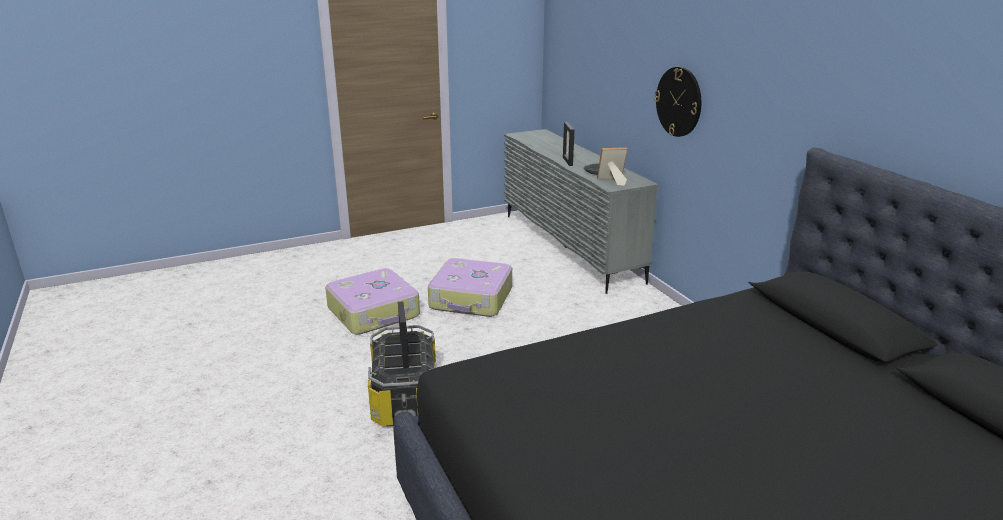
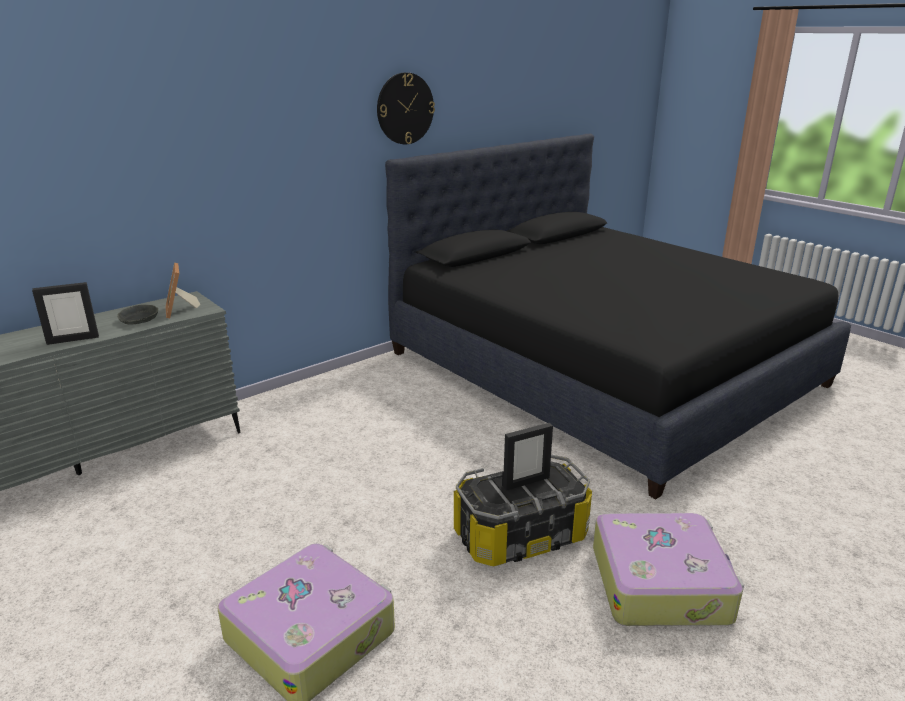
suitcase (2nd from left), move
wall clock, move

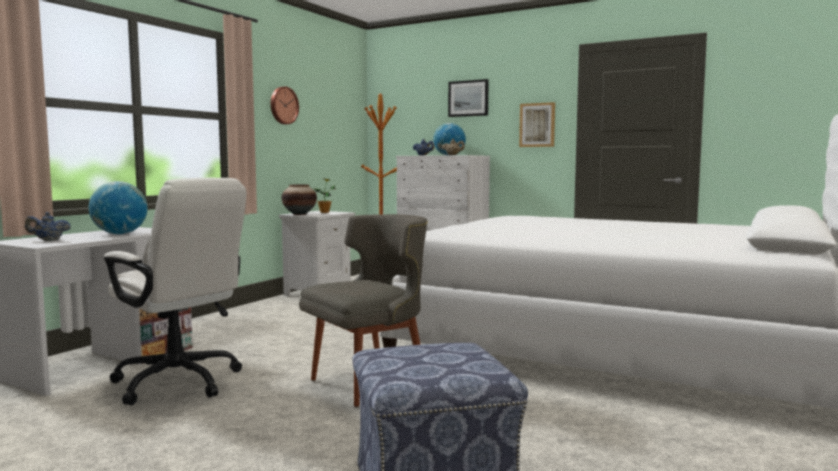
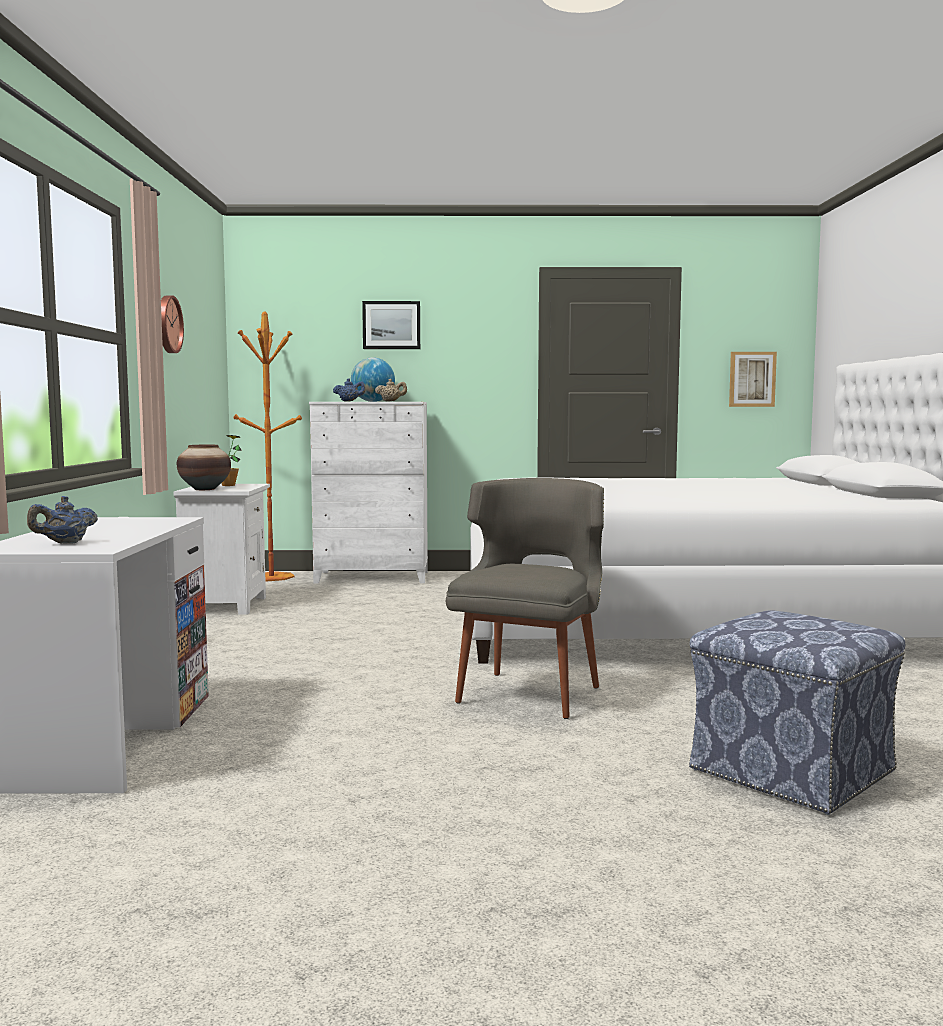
globe (1st from left) => nothing
white office chair => nothing
picture (2nd from left), move

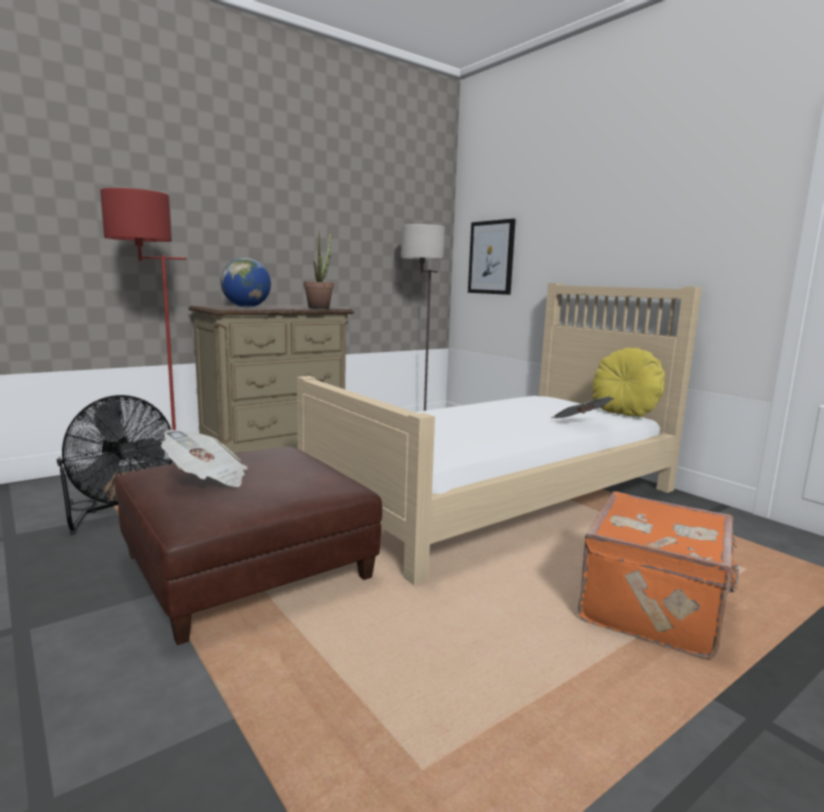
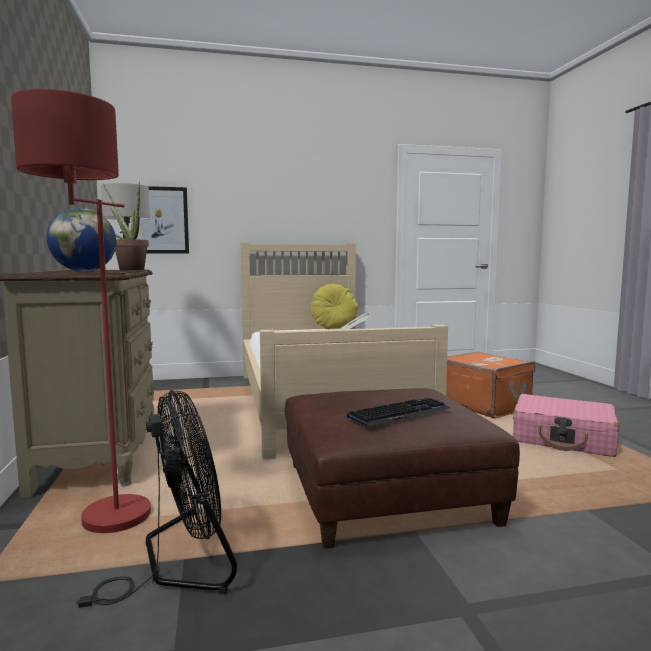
nothing => pink suitcase
newspaper (1st from left) => keyboard

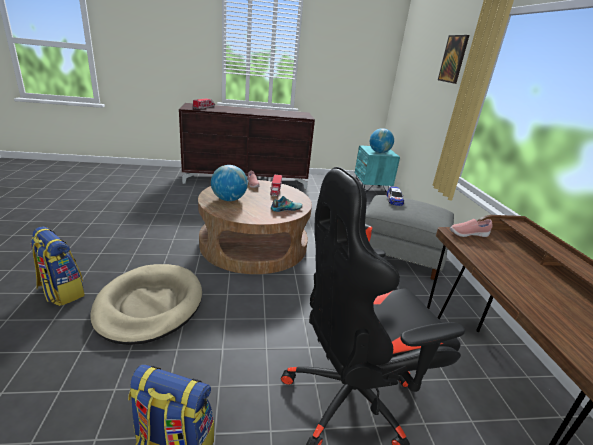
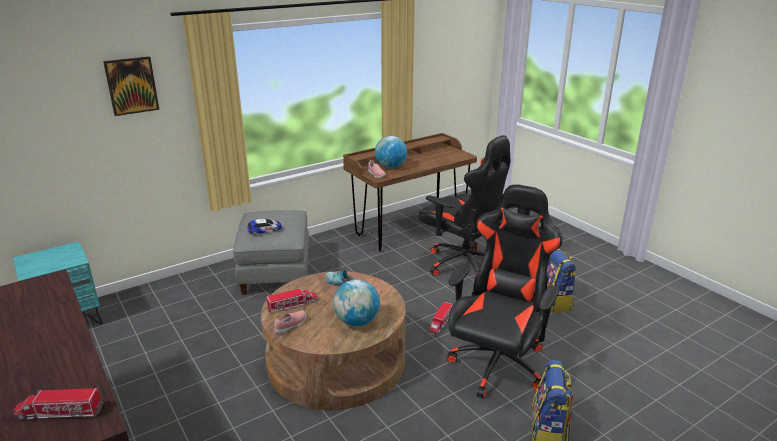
nothing => toy truck (3rd from left)
globe (2nd from left), move
beige dog bed => black office chair (2nd from left)

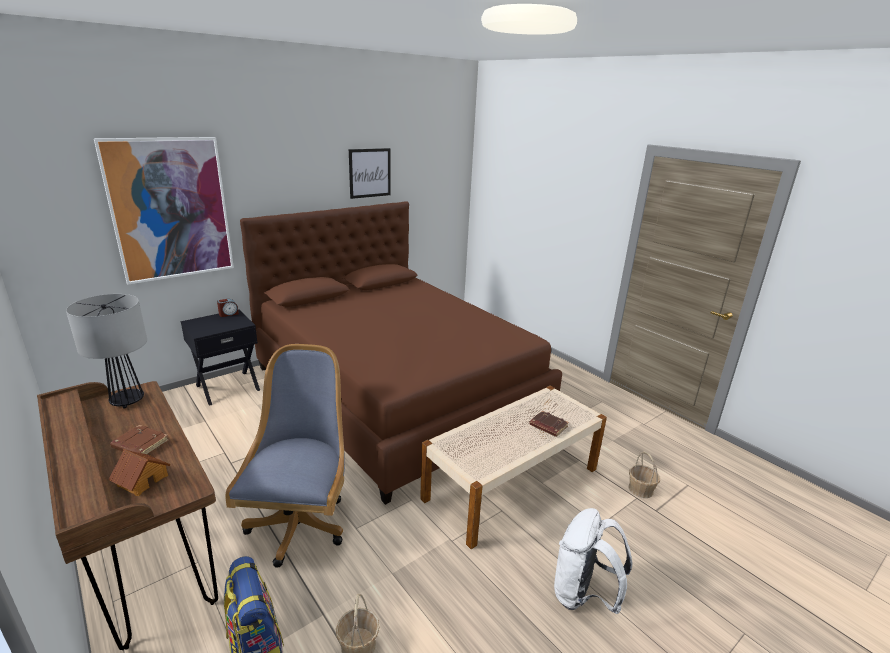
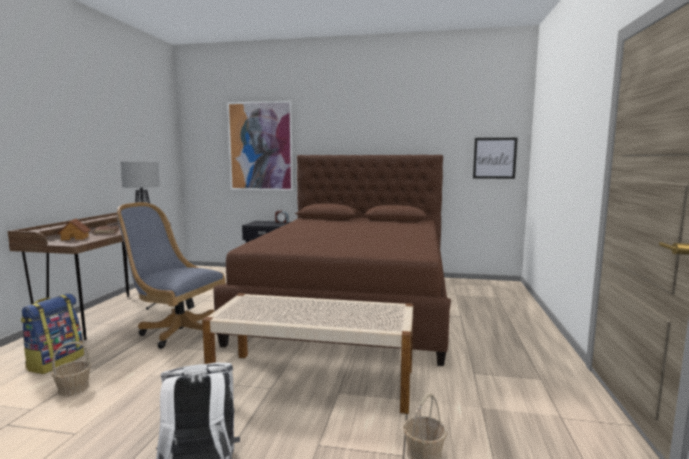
brown book (2nd from left) => nothing
picture (2nd from left), move
blue office chair, 120 degrees counterclockwise

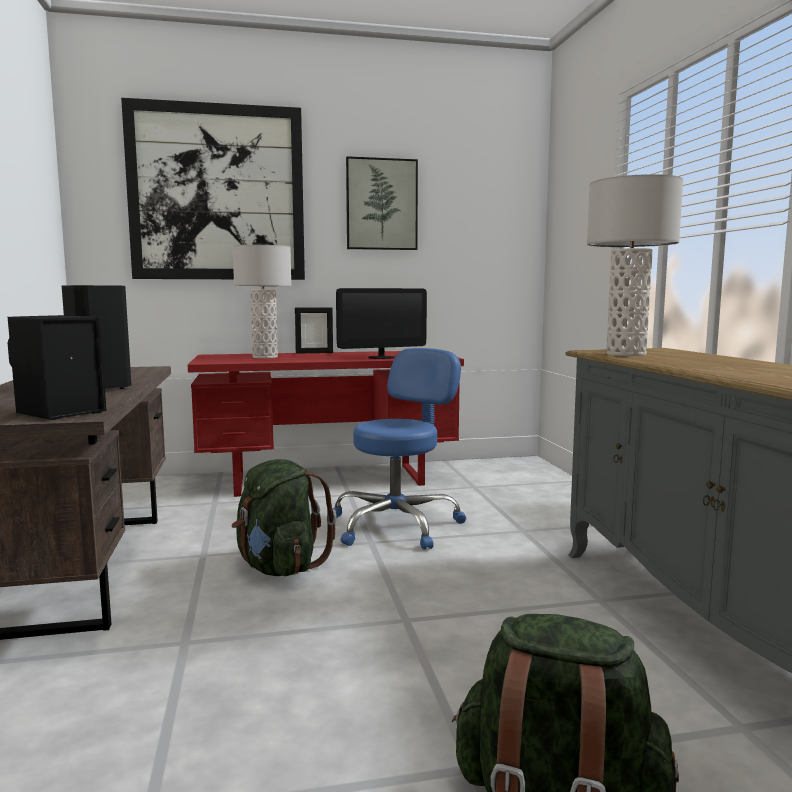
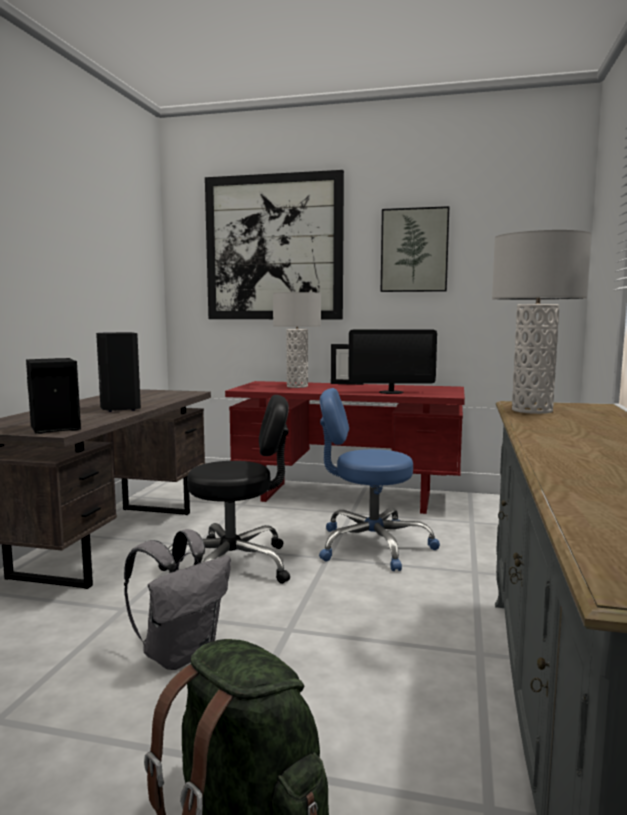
nothing => grey backpack
green backpack (1st from left) => black office chair
blue office chair, 150 degrees counterclockwise

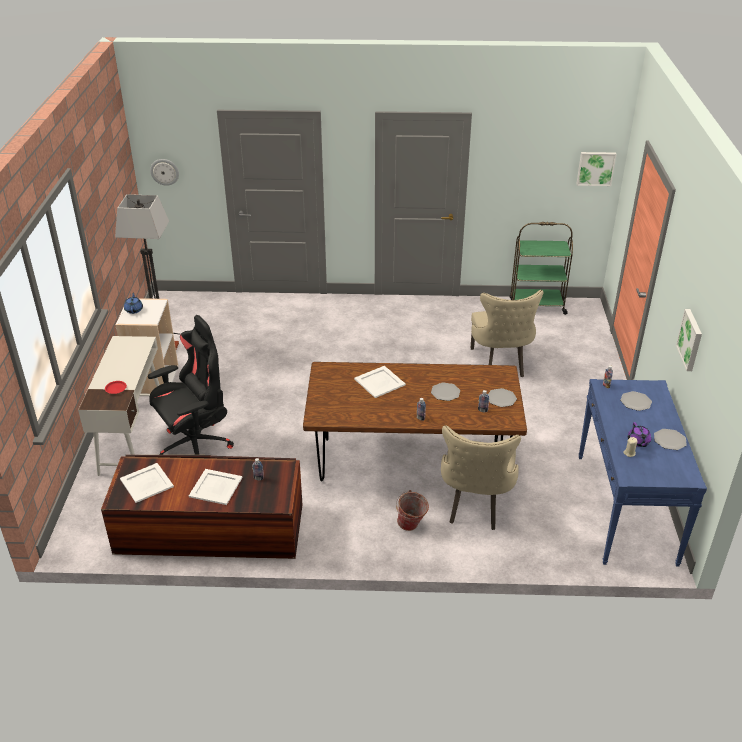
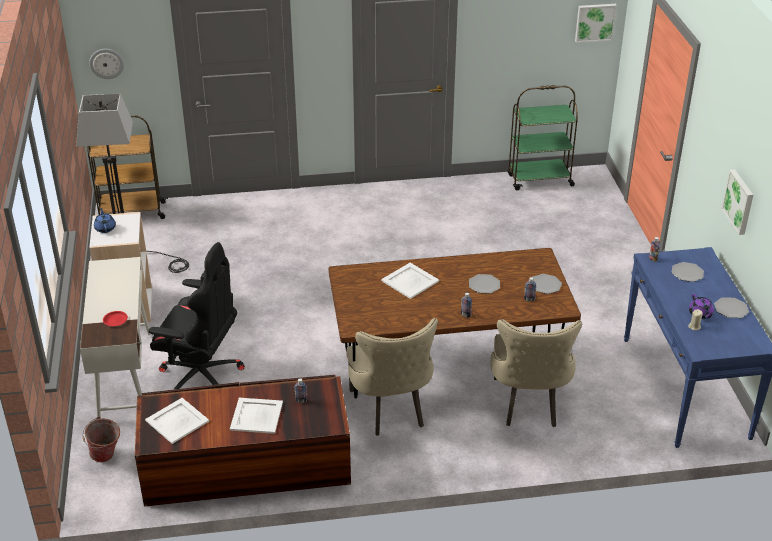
nothing => brown cart
bucket, move
beige chair (2nd from left in the first image) => beige chair (1st from left), move
black office chair, 60 degrees clockwise

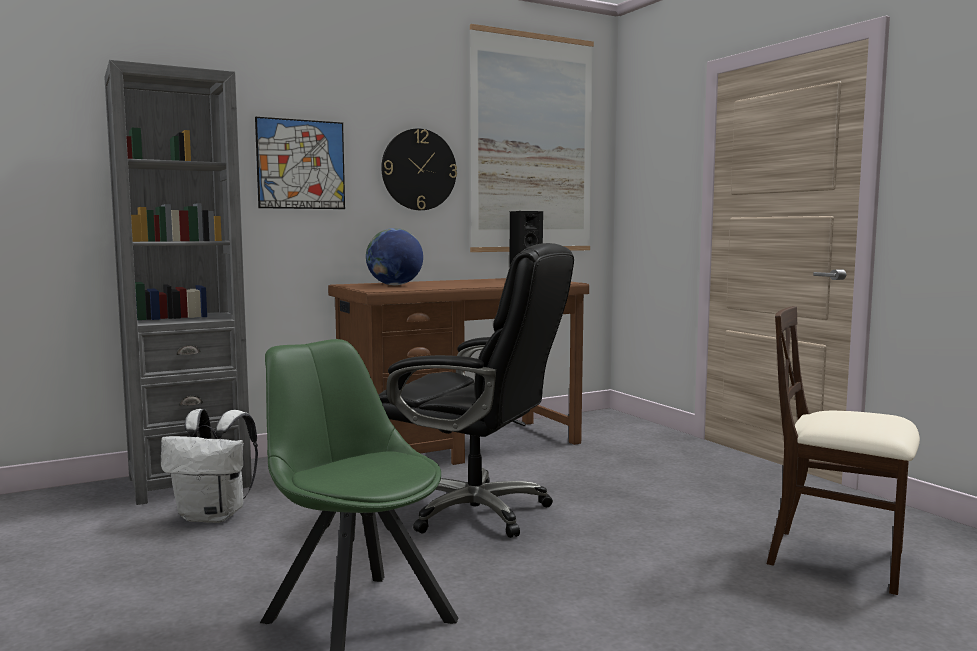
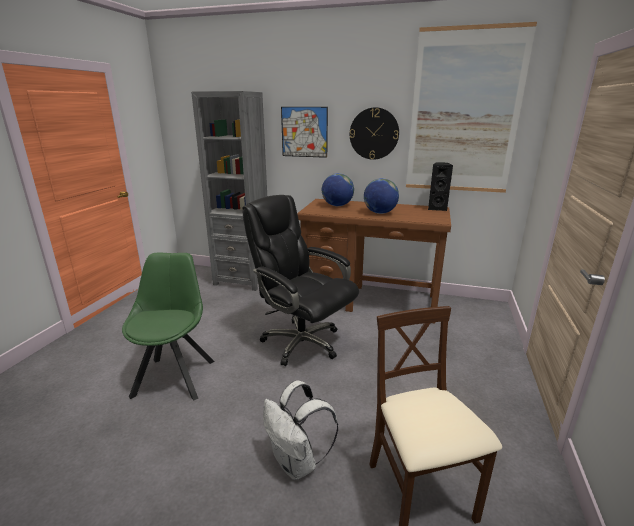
nothing => globe (2nd from left)
white backpack, move
black office chair, 150 degrees clockwise

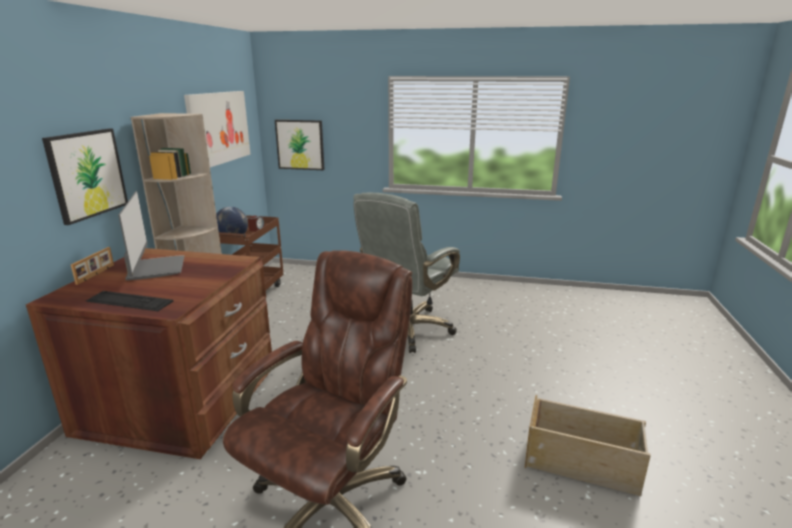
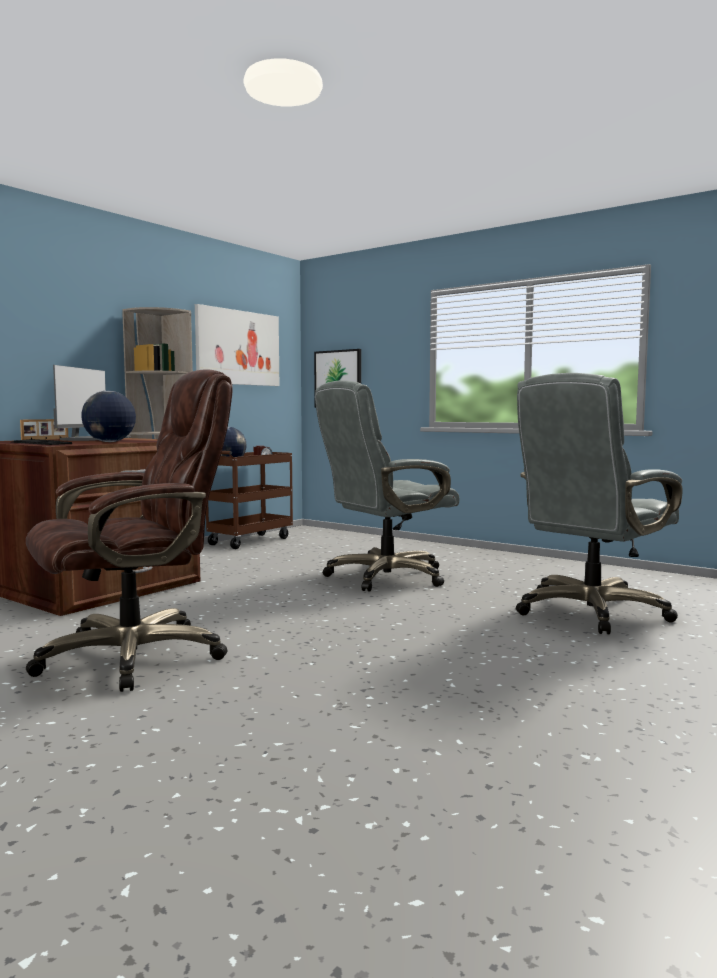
picture (1st from left) => nothing
beige storage box => nothing
nothing => globe (1st from left)
nothing => grey office chair (2nd from left)

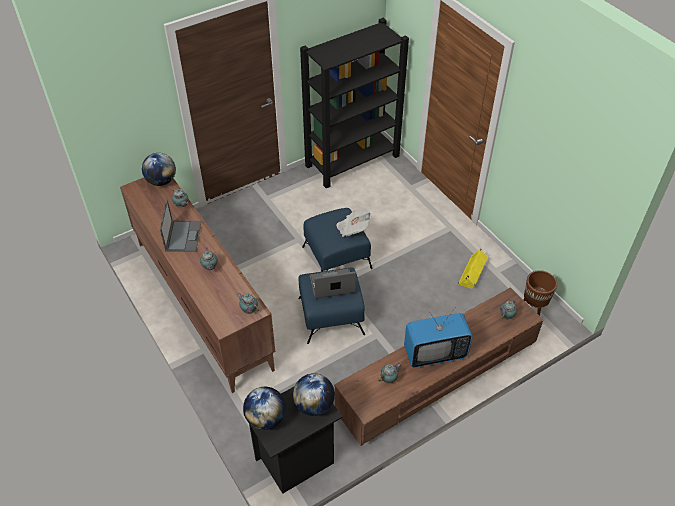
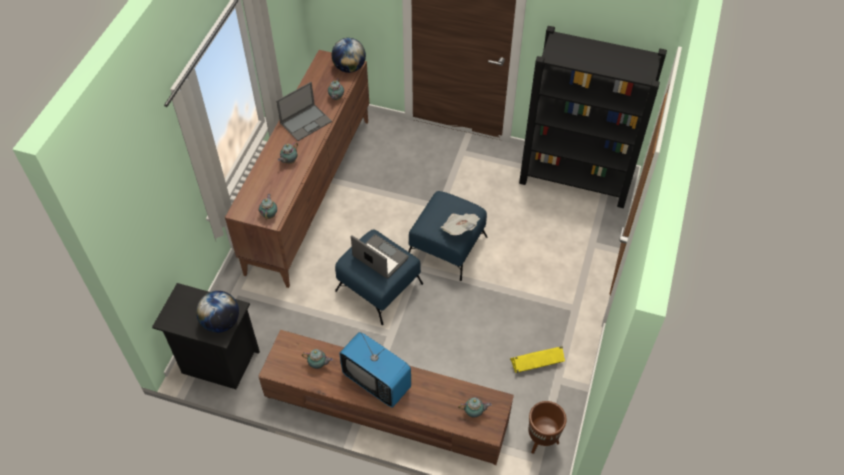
globe (2nd from left) => nothing

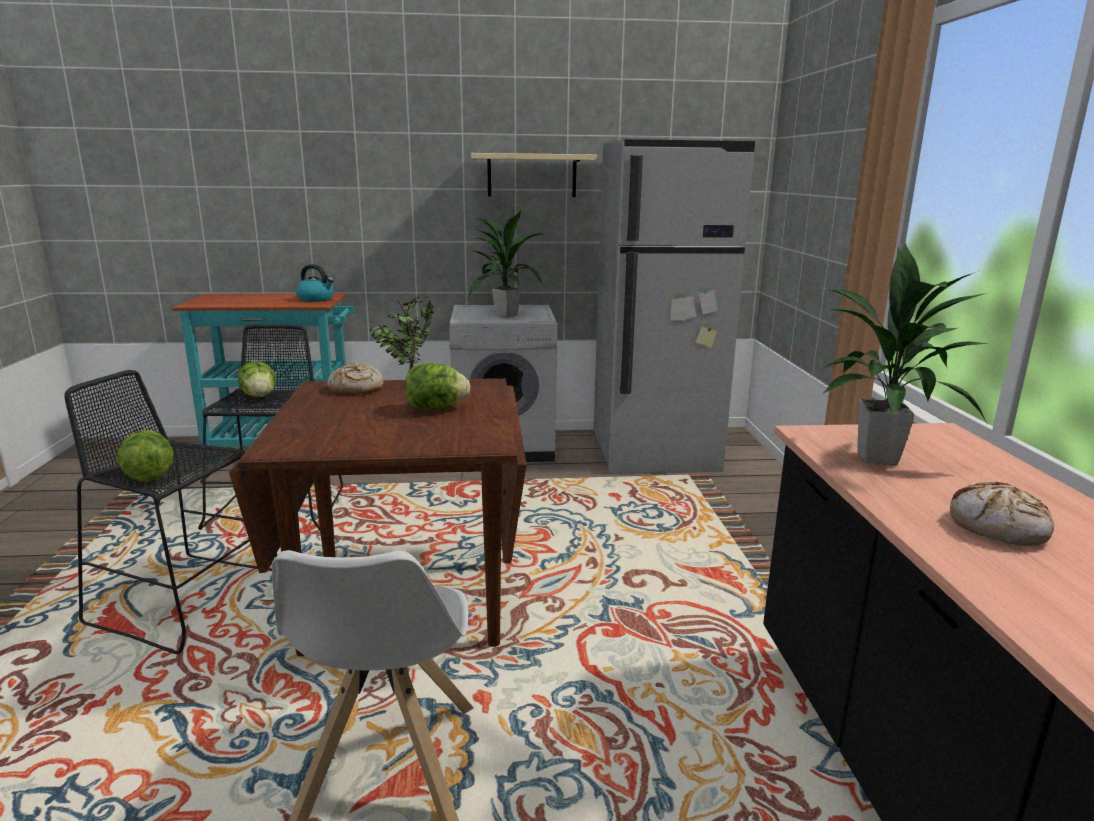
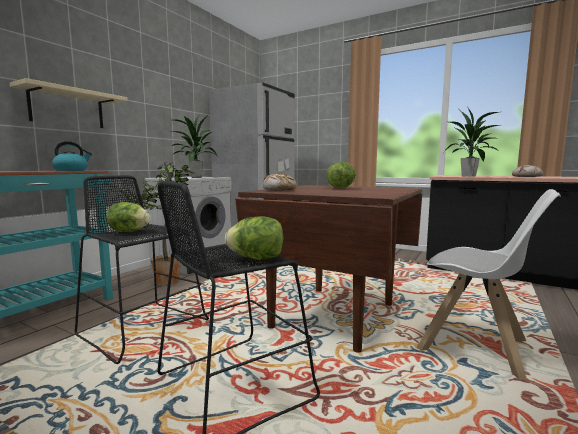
beige shelf, move

